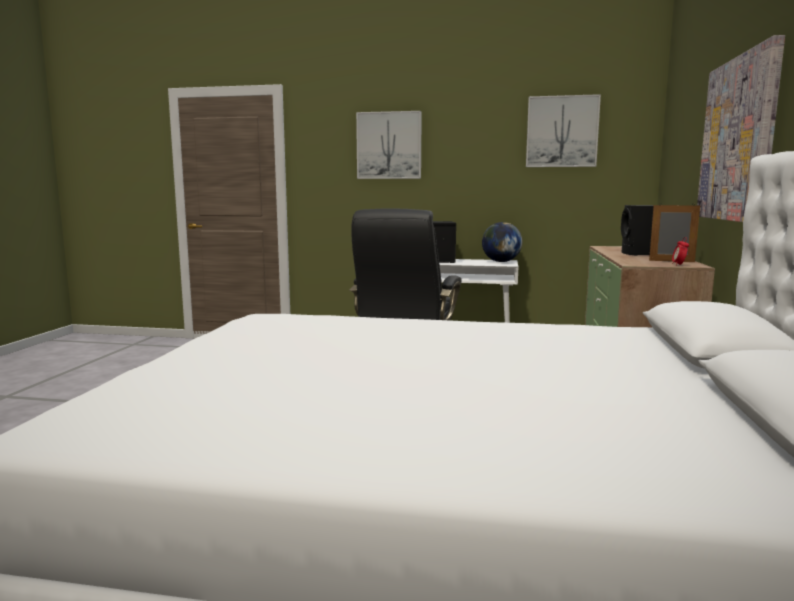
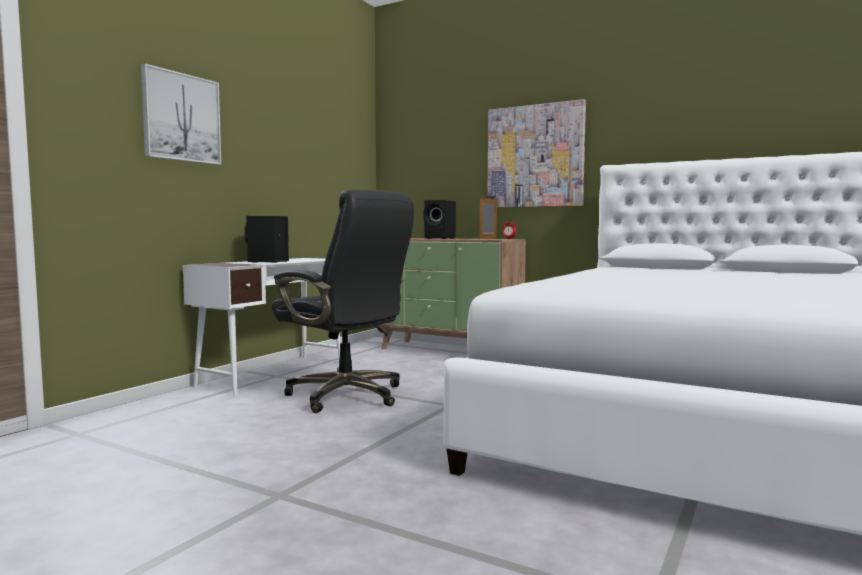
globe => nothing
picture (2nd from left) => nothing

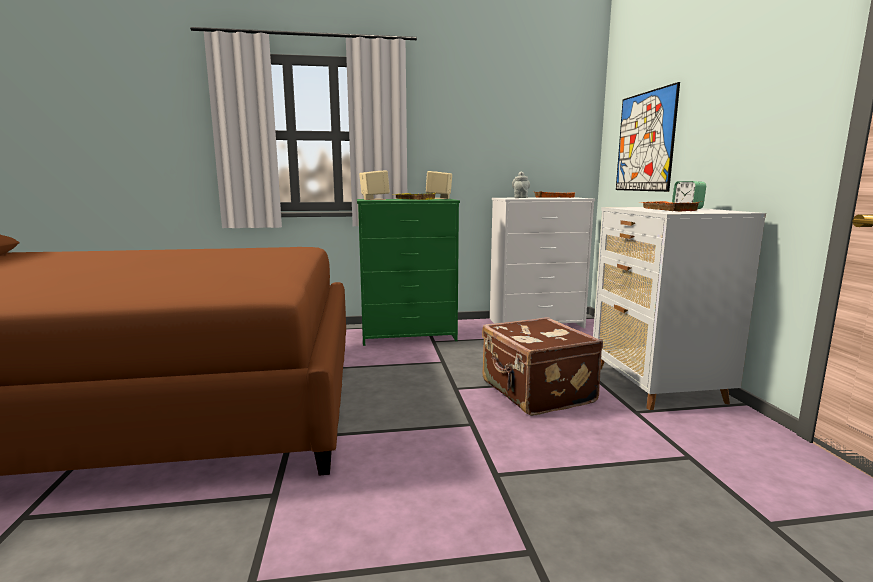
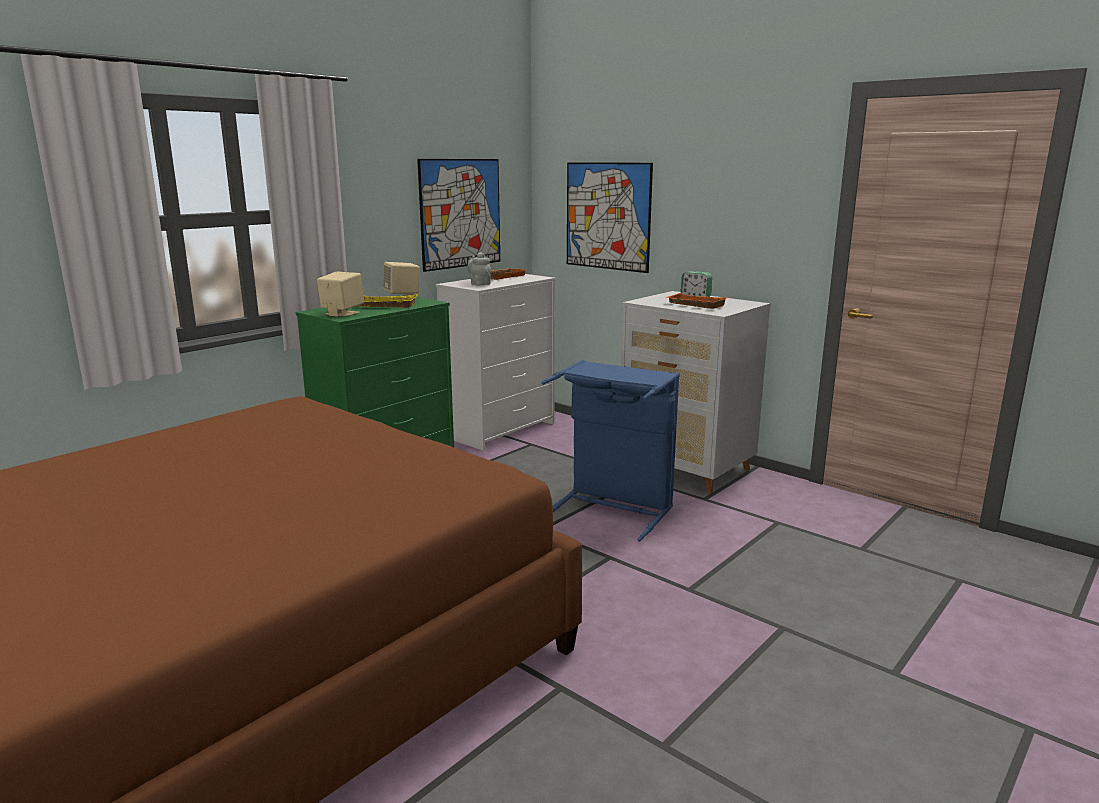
nothing => picture (1st from left)
brown suitcase => blue laundry basket

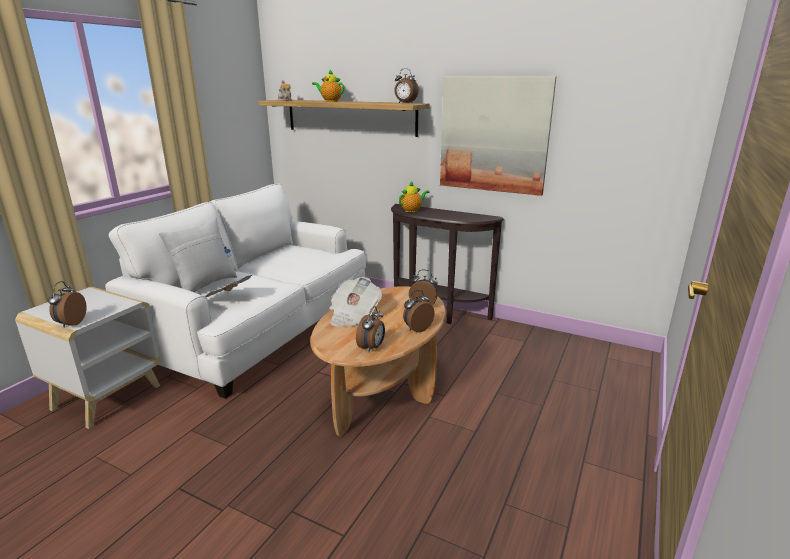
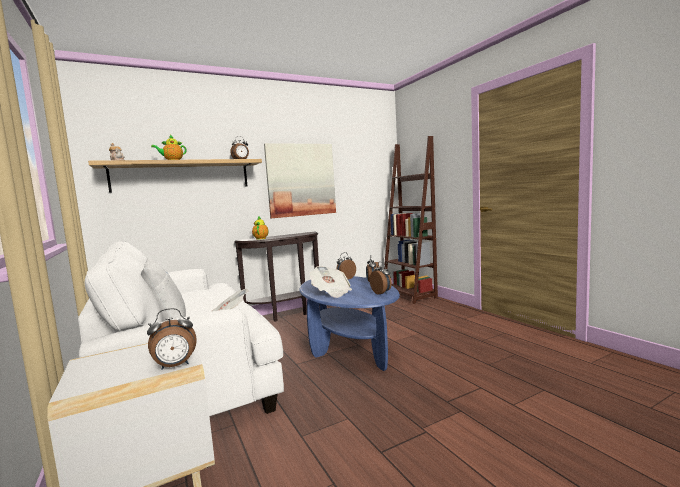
nothing => brown bookcase
brown coffee table => blue coffee table
alarm clock (1st from left), 60 degrees counterclockwise

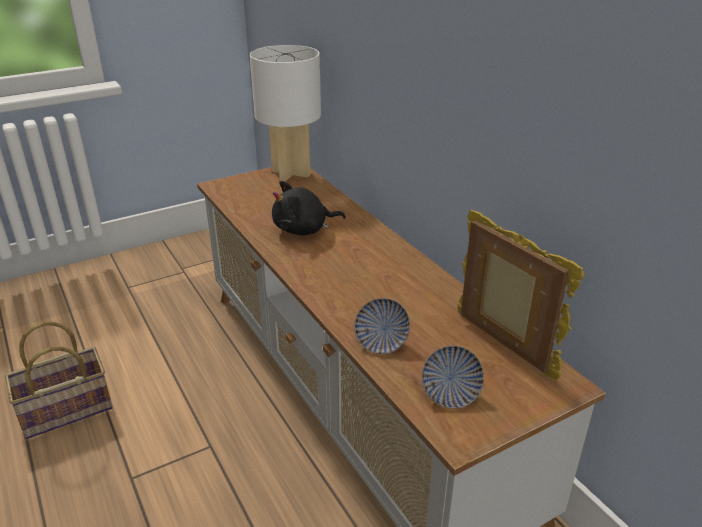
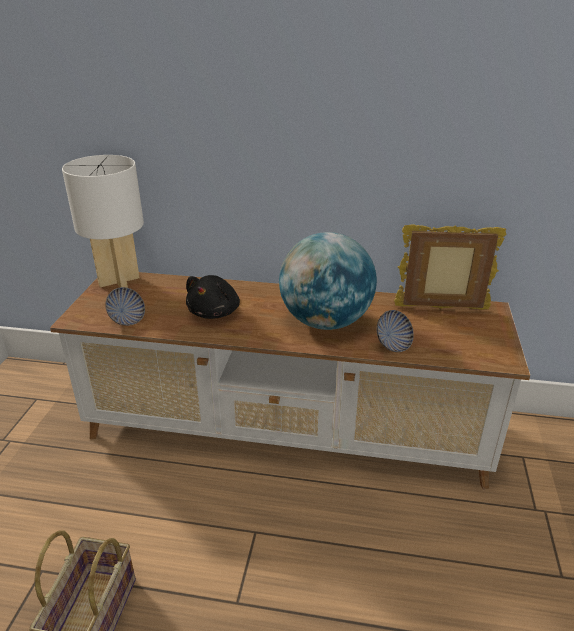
nothing => globe
bowl (2nd from left in the first image) => bowl (1st from left), move

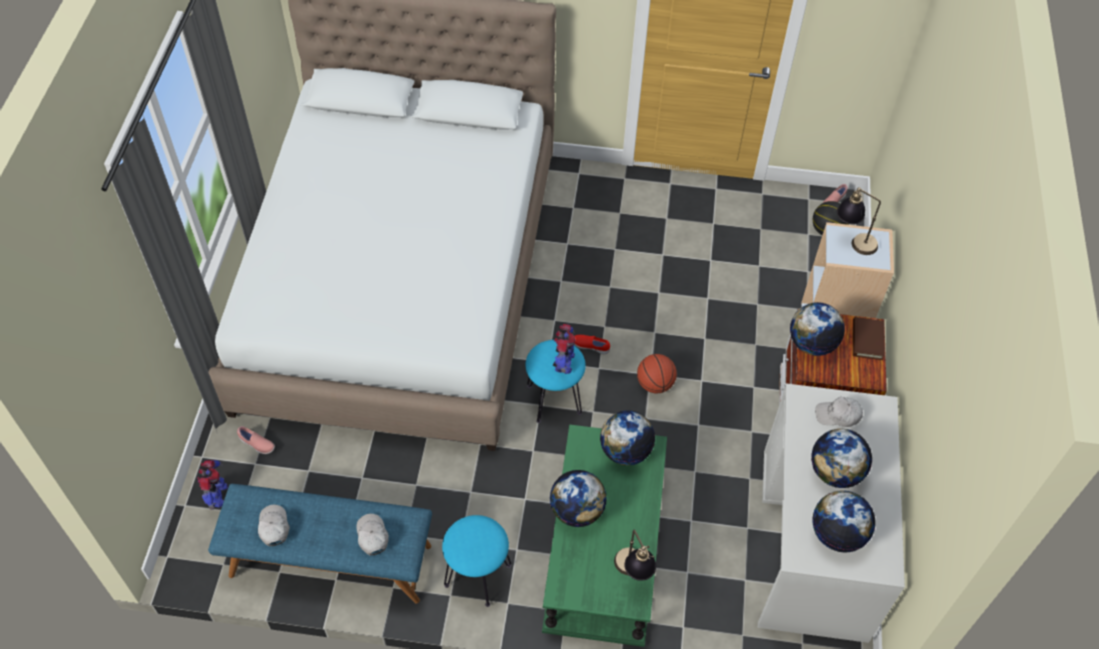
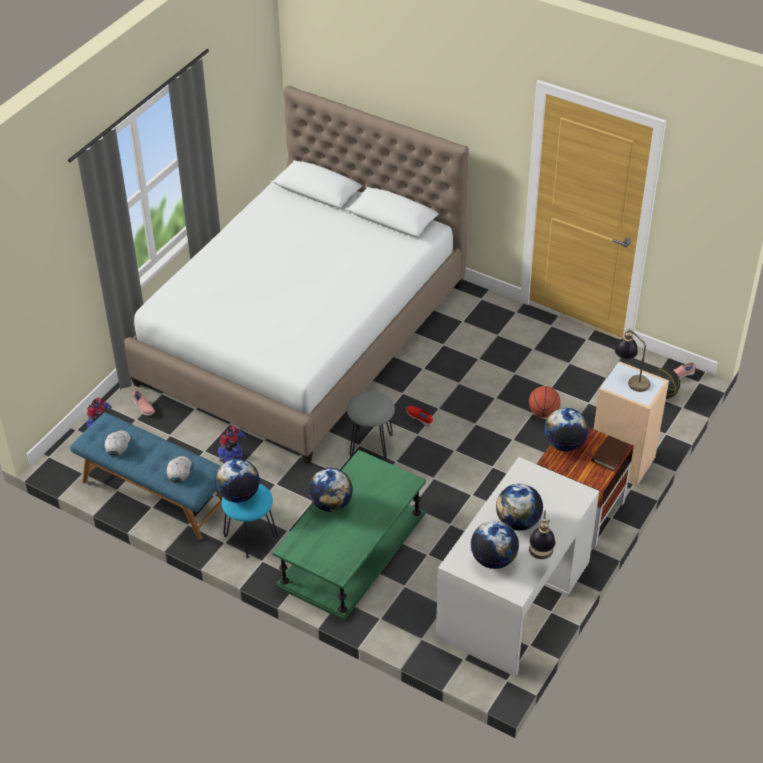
white cap (3rd from left) => nothing
toy robot (2nd from left), move
globe (2nd from left in the first image) => globe (1st from left), move
table lamp (1st from left), move
basketball (1st from left), move
turquoise stool (2nd from left) => grey stool

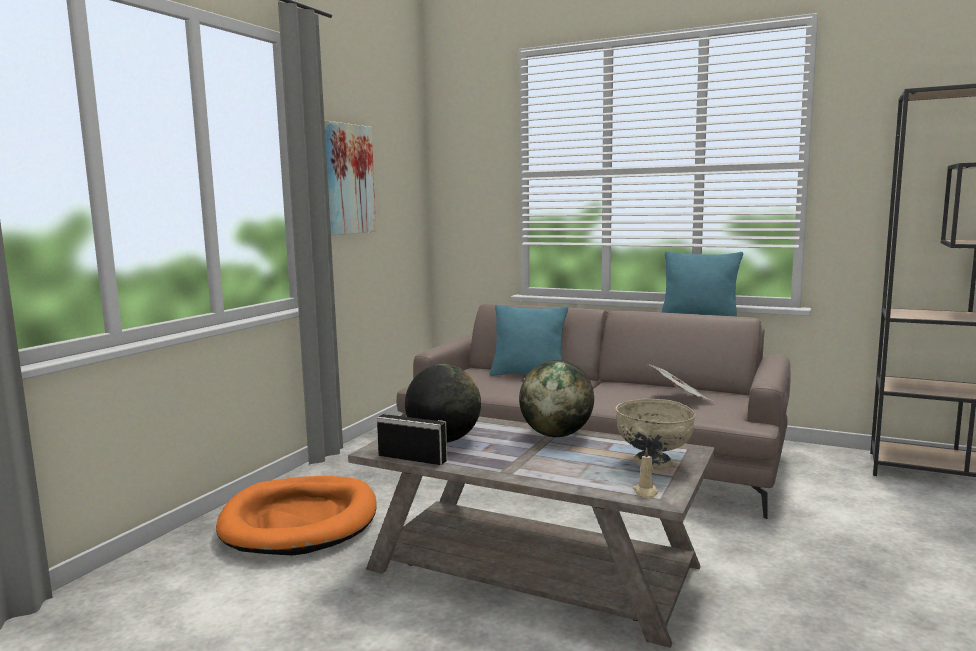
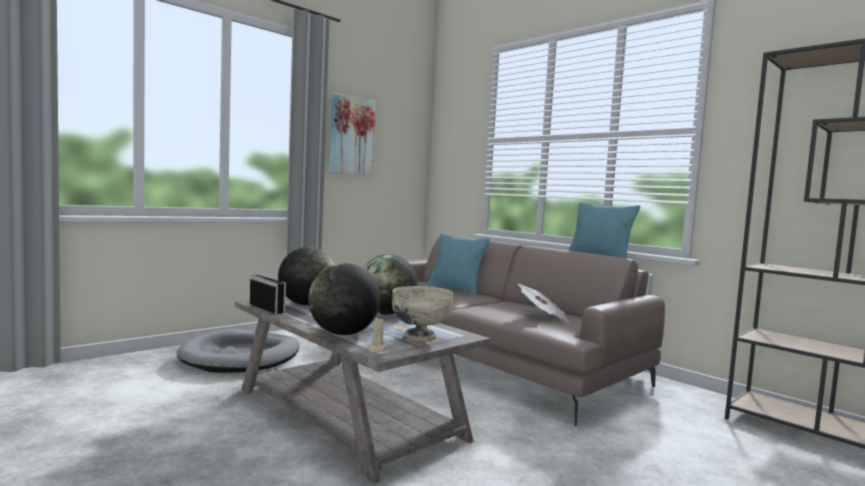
nothing => globe (2nd from left)
orange dog bed => grey dog bed

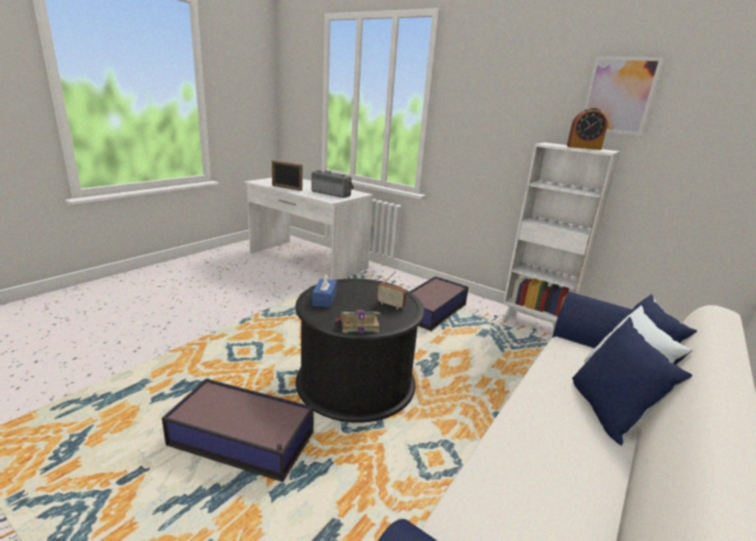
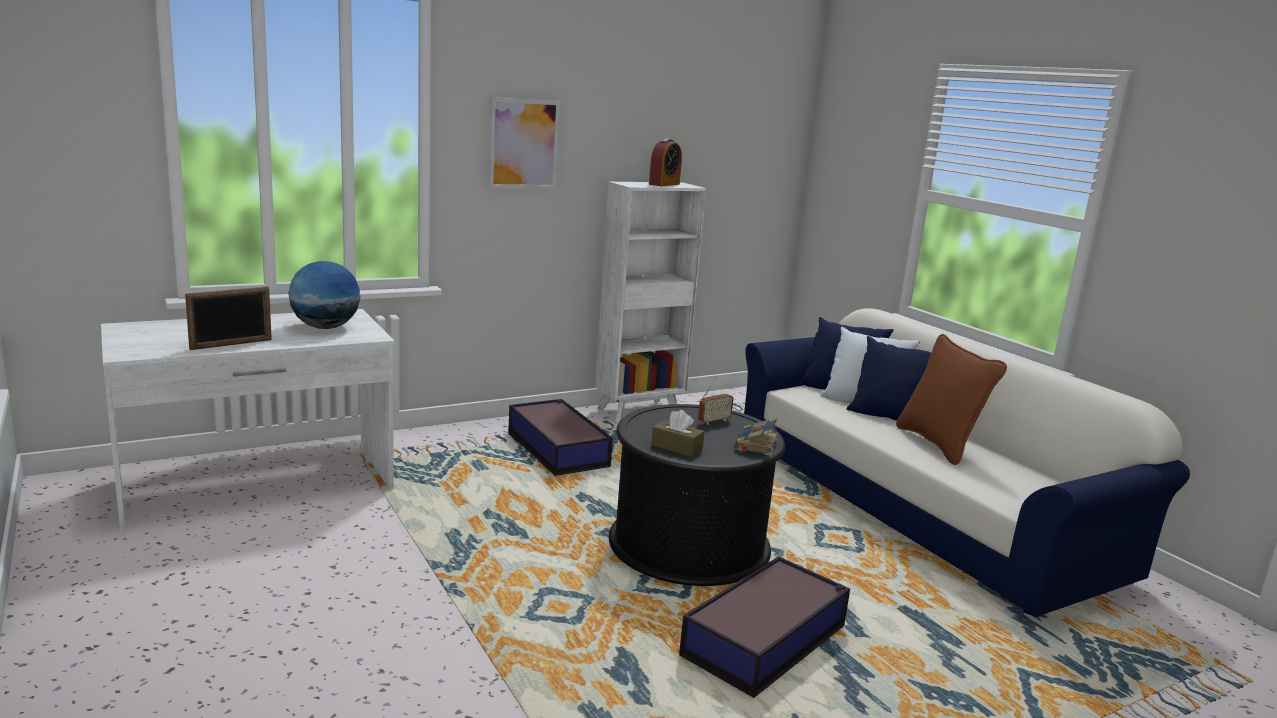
nothing => brown pillow
picture, move
radio (1st from left) => globe
blue tissue box => brown tissue box

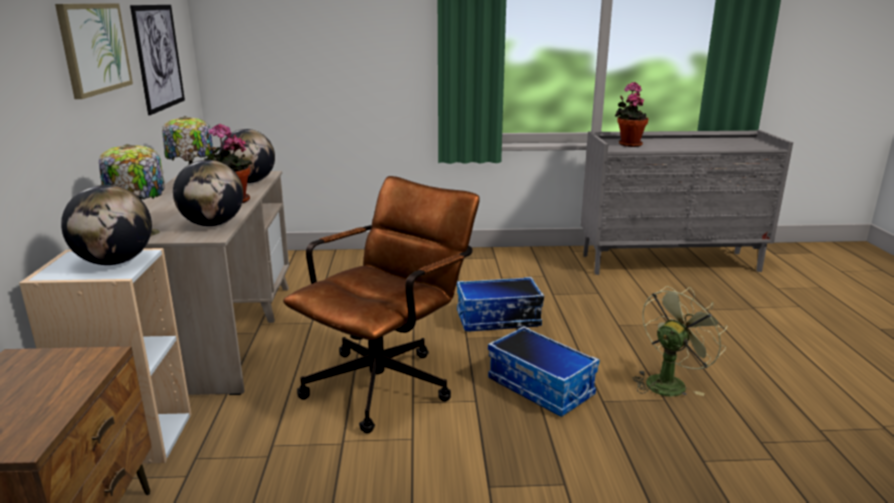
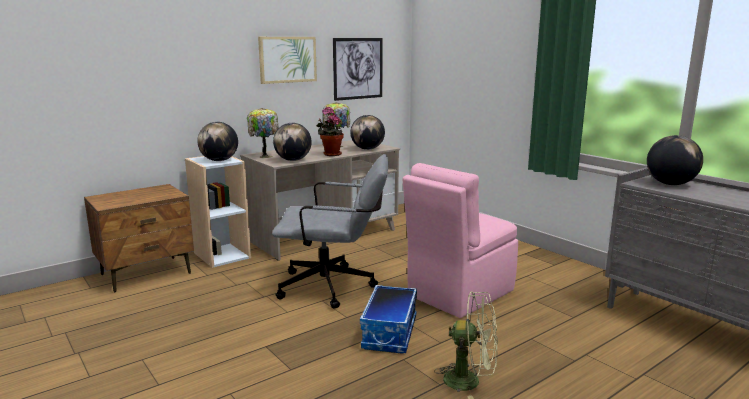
storage box (1st from left) => pink chair
potted plant (2nd from left) => globe (4th from left)
brown office chair => grey office chair

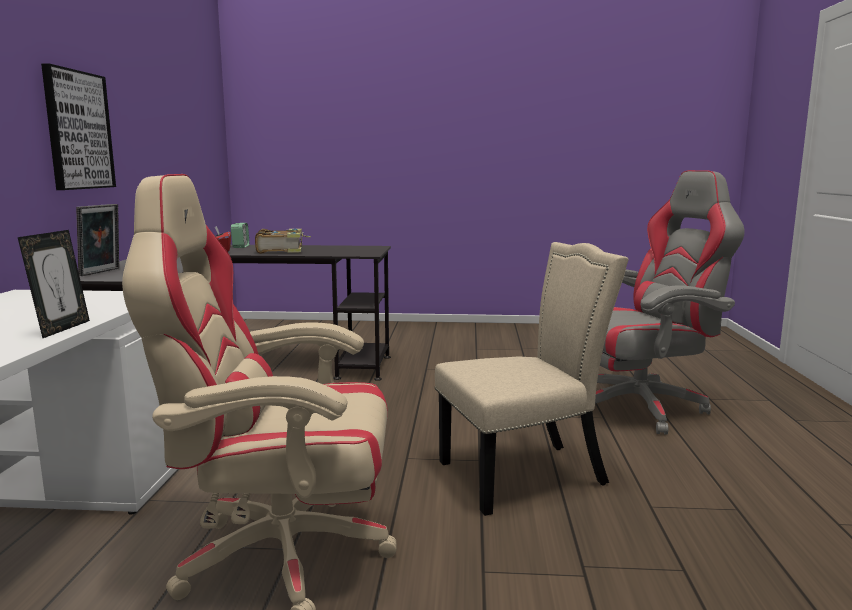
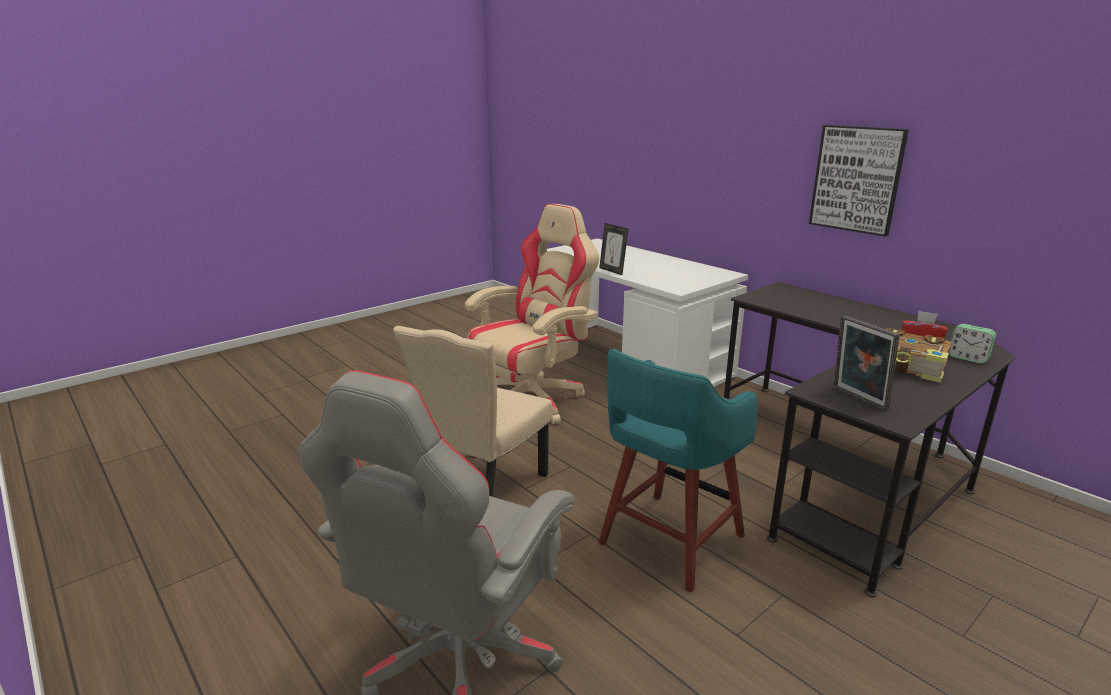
nothing => turquoise stool
picture frame (2nd from left), move

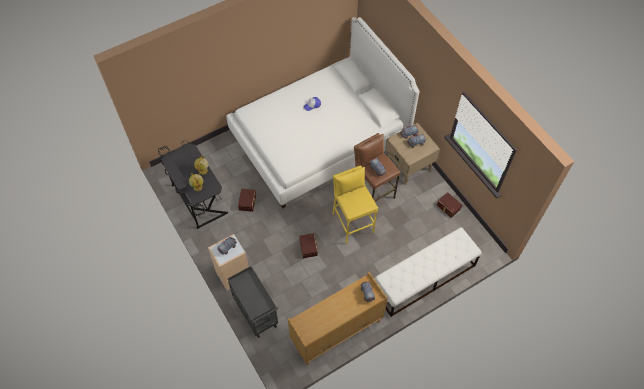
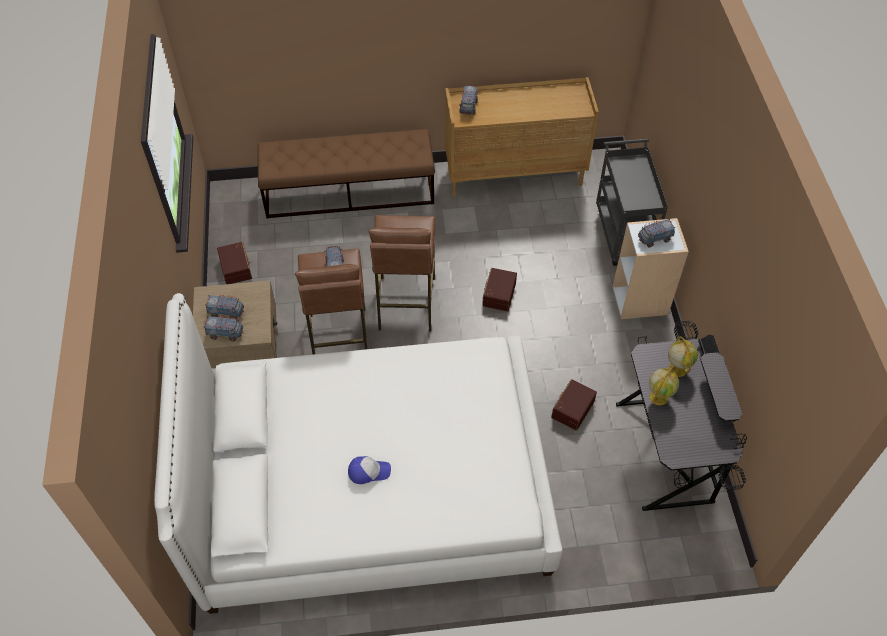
yellow stool => brown stool (2nd from left)
white bench => brown bench

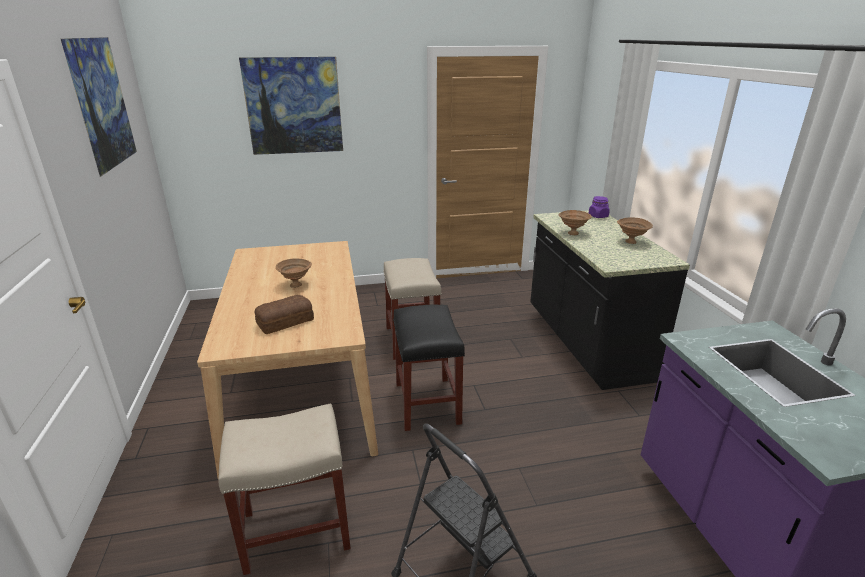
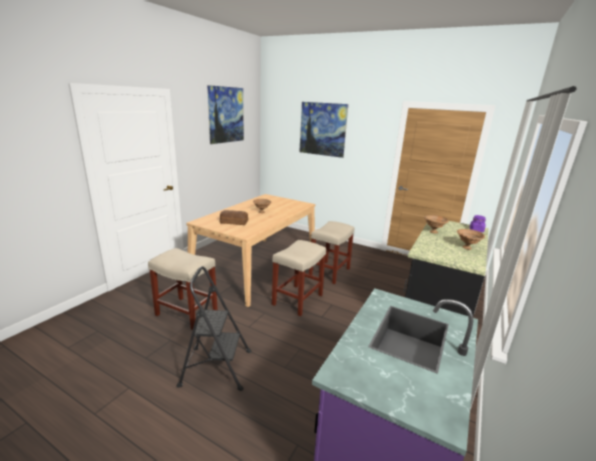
black stool => beige stool (2nd from left)

